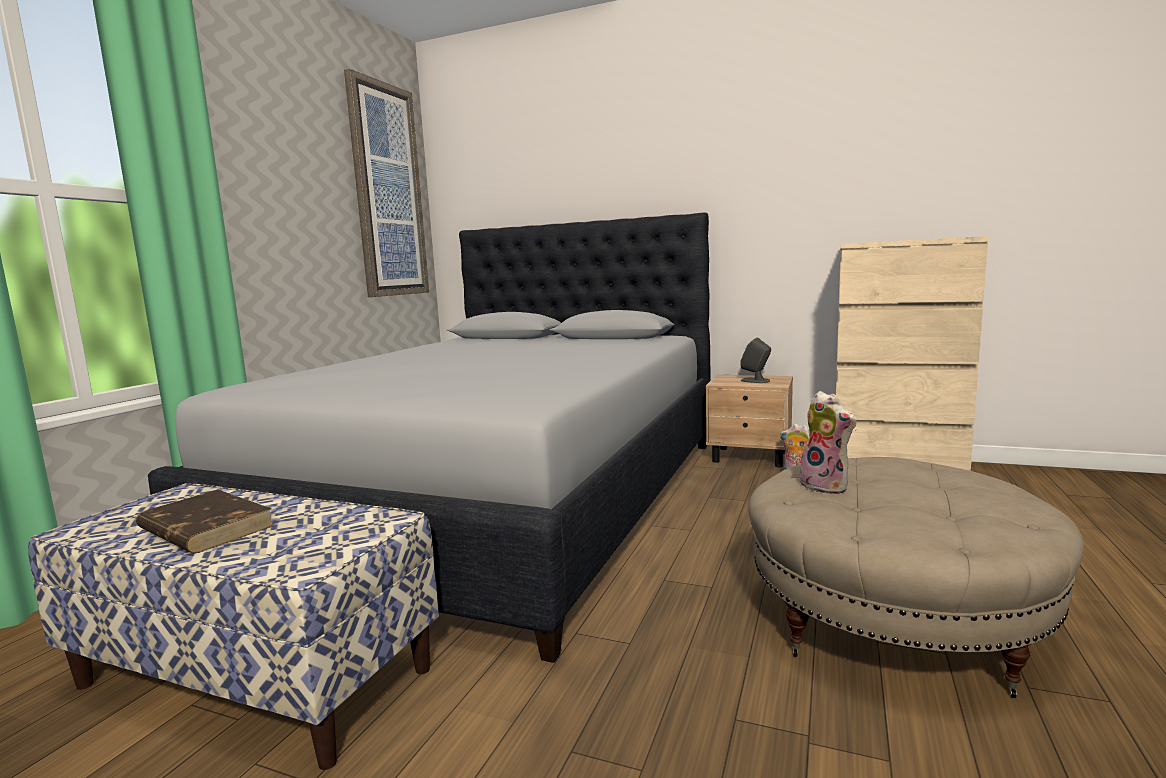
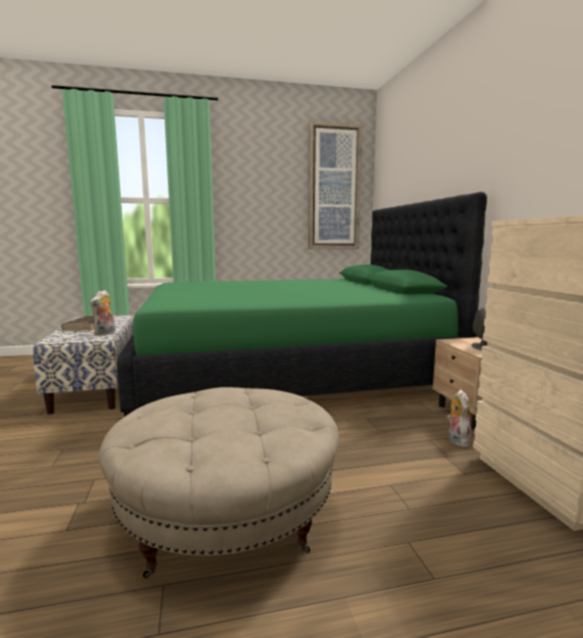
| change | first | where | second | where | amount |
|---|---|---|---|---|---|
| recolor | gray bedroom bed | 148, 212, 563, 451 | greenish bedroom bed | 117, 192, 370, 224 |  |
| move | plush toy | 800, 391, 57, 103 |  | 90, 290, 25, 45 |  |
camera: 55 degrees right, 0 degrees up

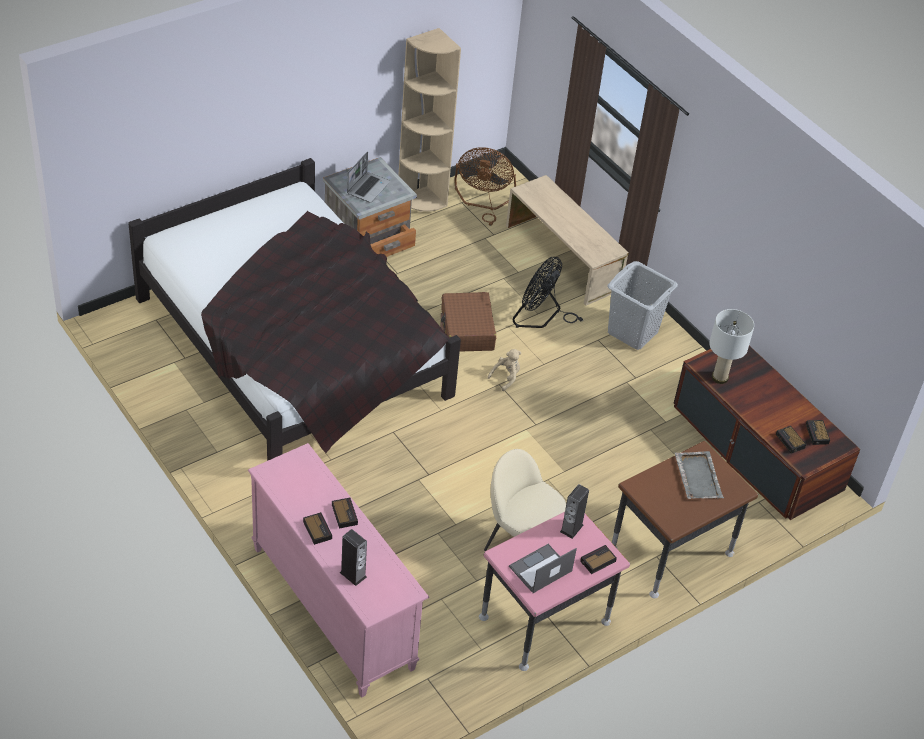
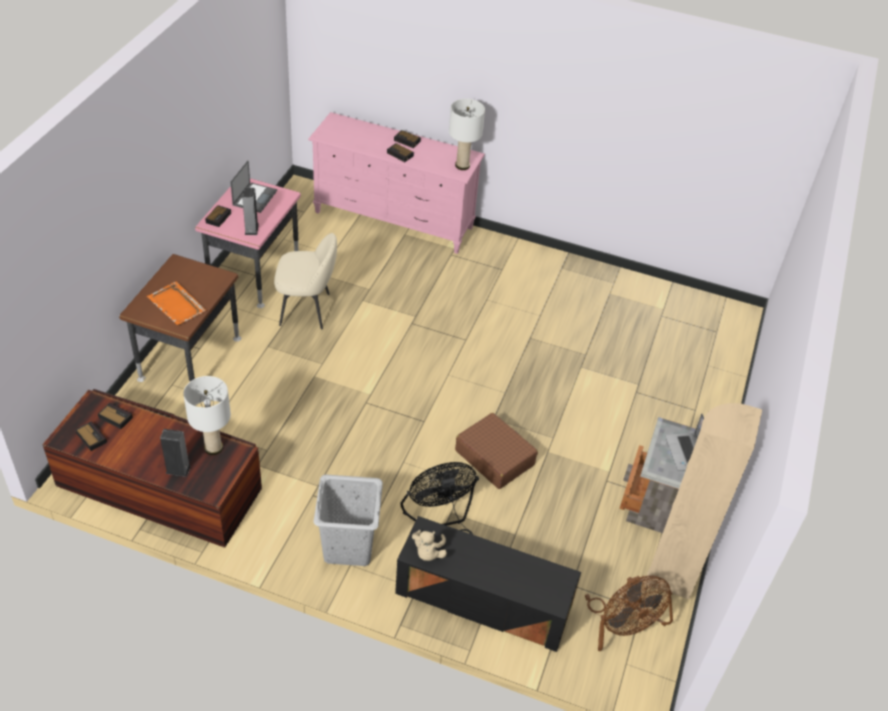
| change | first | where | second | where | amount |
|---|---|---|---|---|---|
| delete | blackish bedroom bed | 128, 158, 333, 303 |  |  |  |
| move | audio speaker | 339, 529, 28, 57 |  | 160, 429, 31, 48 |  |
| move | beige-coloured plush toy | 487, 349, 34, 42 |  | 412, 530, 35, 31 |  |
| recolor | beige-coloured indoor bench | 506, 175, 123, 130 | blackish indoor bench | 395, 516, 186, 136 |  |
| rotate | blackish cooling fan | 513, 257, 70, 71 |  | 400, 462, 79, 73 | 105 degrees counterclockwise |
| recolor | gray carrying tray | 675, 451, 49, 48 | orange carrying tray | 147, 281, 59, 44 |  |
| insert |  |  | whitish lamp for a table | 449, 99, 36, 71 |  |
camera: 145 degrees right, 0 degrees up

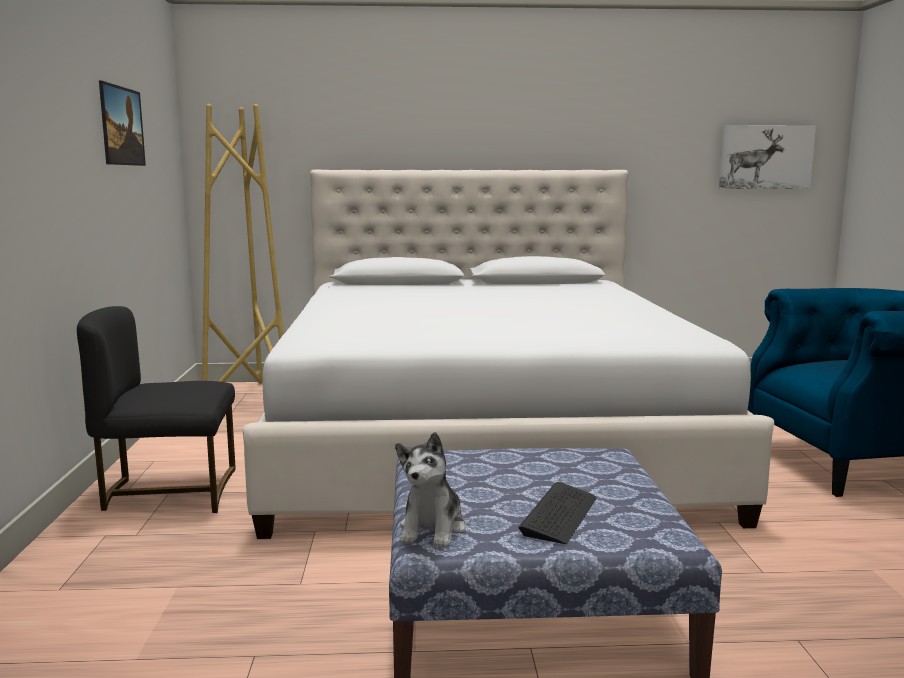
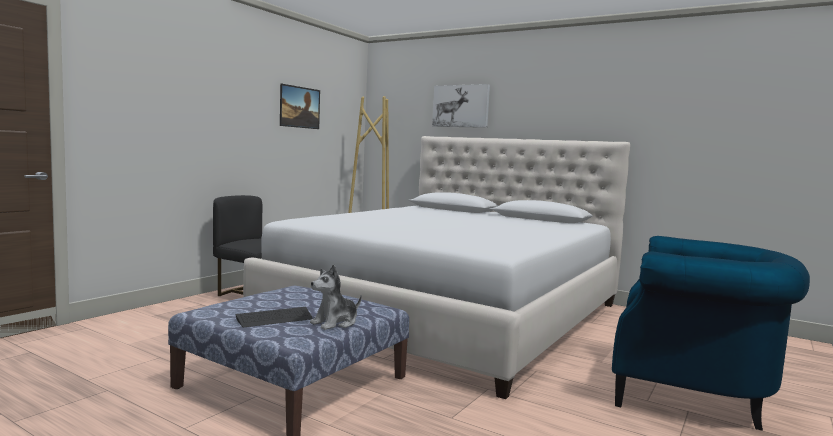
| change | first | where | second | where | amount |
|---|---|---|---|---|---|
| move | plush toy | 395, 432, 71, 116 |  | 310, 264, 52, 66 |  |
| move | picture | 719, 125, 97, 64 |  | 432, 84, 58, 44 |  |
camera: 35 degrees right, 5 degrees down

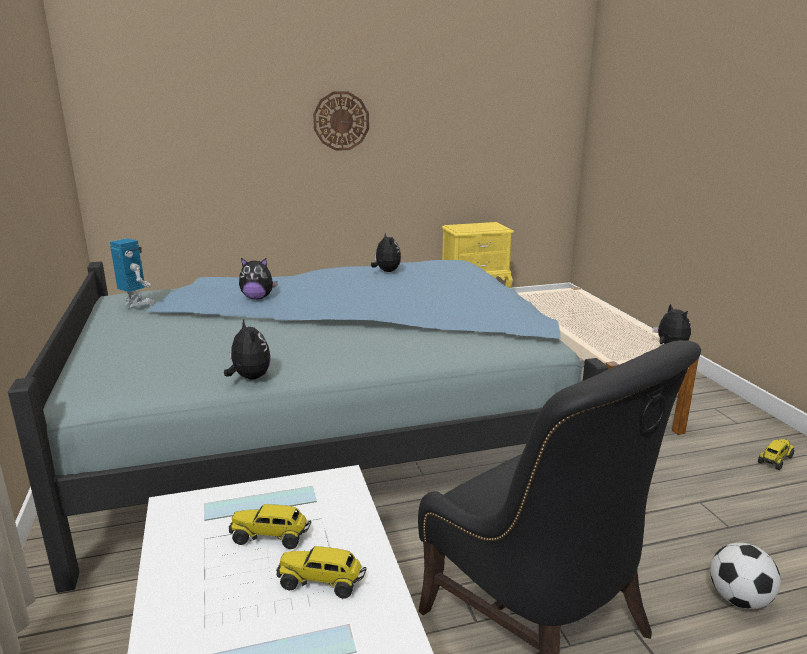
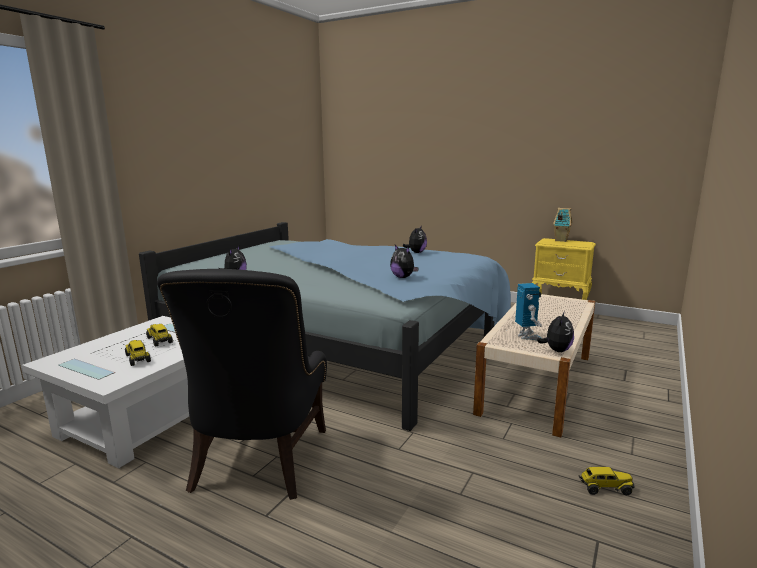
| change | first | where | second | where | amount |
|---|---|---|---|---|---|
| move | model robot | 110, 238, 45, 69 |  | 515, 283, 27, 57 |  |
| move | plush toy | 239, 258, 39, 41 |  | 390, 245, 29, 33 |  |
| delete | hanging clock | 313, 91, 56, 60 |  |  |  |
| delete | football ball | 710, 543, 71, 66 |  |  |  |
| insert |  |  | toy house | 553, 208, 19, 34 |  |
camera: 45 degrees right, 5 degrees down

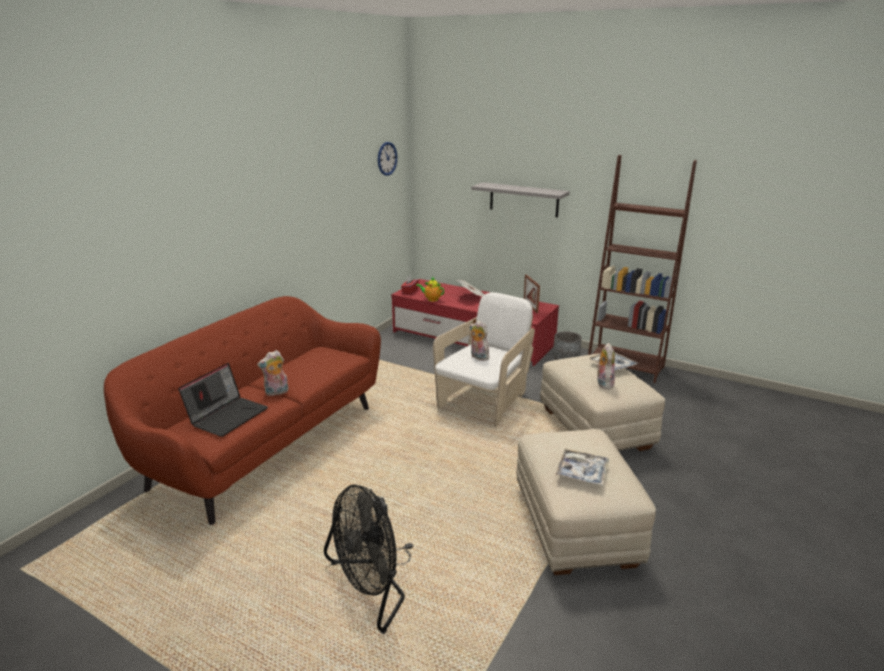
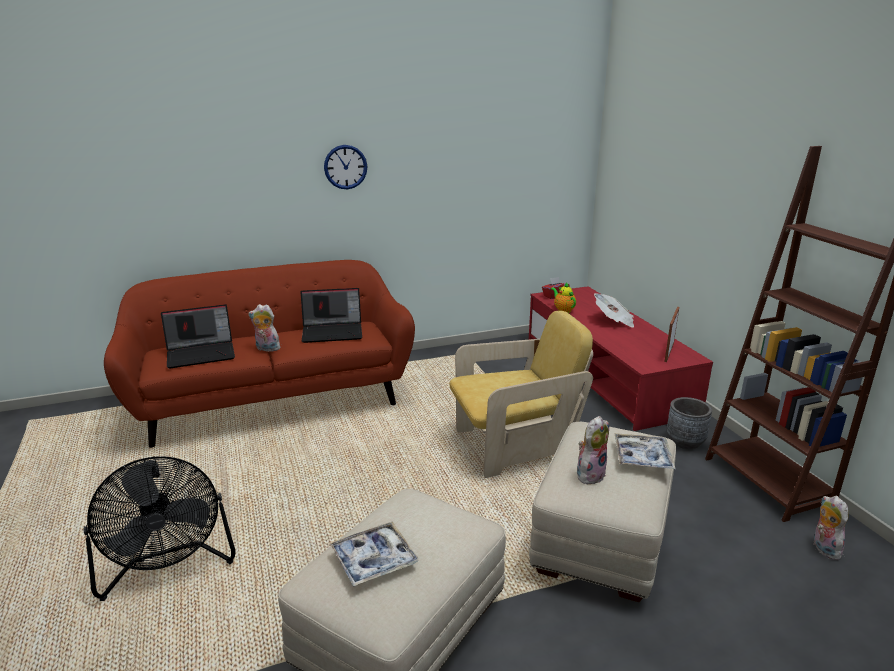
| change | first | where | second | where | amount |
|---|---|---|---|---|---|
| rotate | blackish cooling fan | 324, 485, 90, 149 |  | 83, 456, 152, 145 | 120 degrees counterclockwise |
| move | hanging clock | 378, 142, 19, 34 |  | 324, 145, 43, 44 |  |
| recolor | whitish lounge chair | 433, 292, 102, 135 | yellowish lounge chair | 450, 311, 143, 167 |  |
| move | plush toy | 470, 320, 19, 41 |  | 813, 496, 36, 64 |  |
| delete | gray bracket shelf | 471, 182, 99, 36 |  |  |  |
| insert |  |  | notebook computer | 300, 288, 62, 55 |  |
camera: 40 degrees right, 0 degrees up

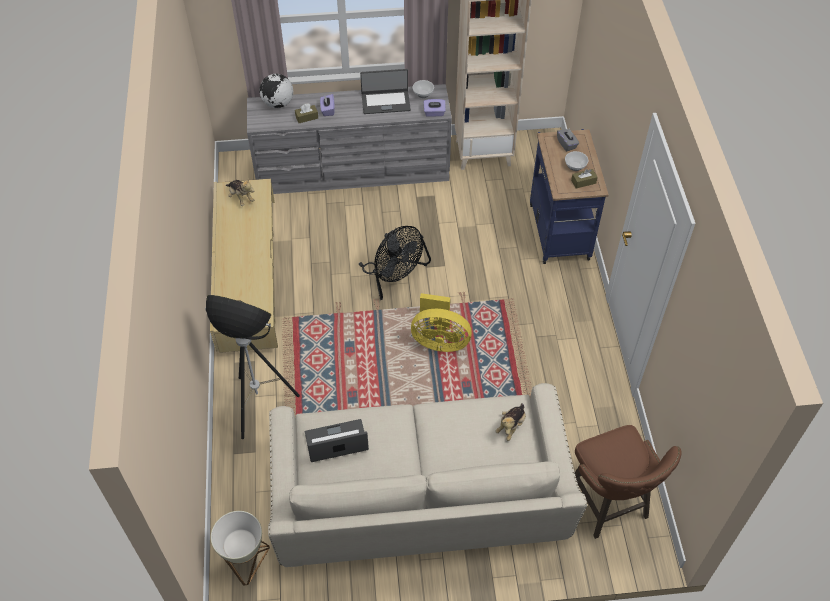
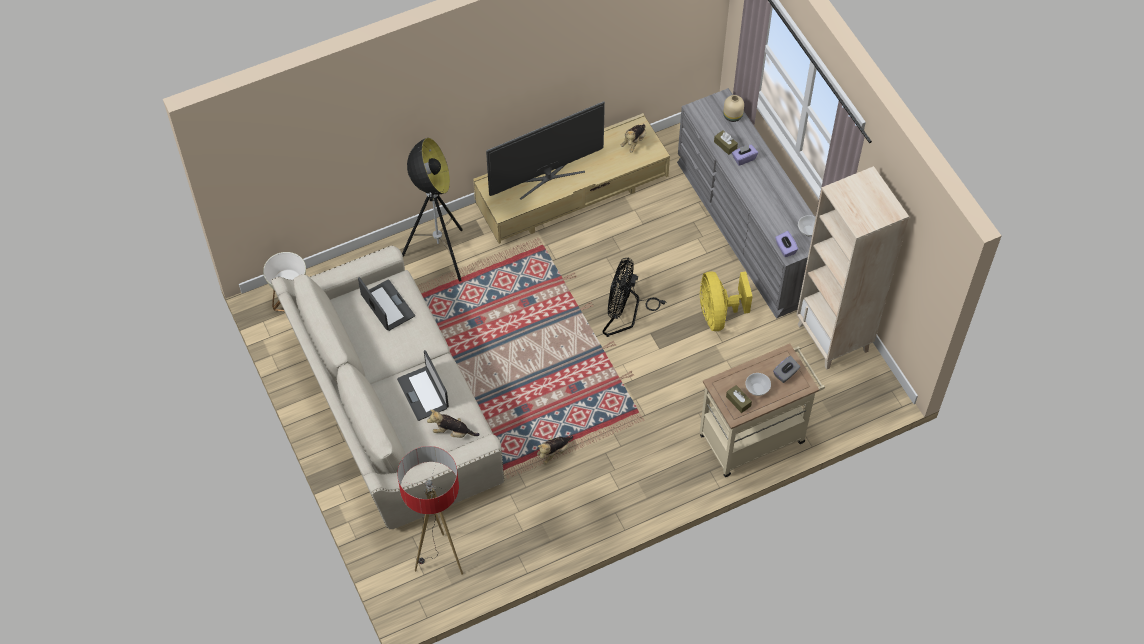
| change | first | where | second | where | amount |
|---|---|---|---|---|---|
| replace | world globe | 259, 74, 34, 34 | beige-coloured flower vase | 723, 95, 21, 27 |  |
| rotate | blackish cooling fan | 359, 226, 72, 74 |  | 603, 257, 63, 80 | 75 degrees clockwise |
| move | notebook computer | 360, 69, 51, 45 |  | 397, 350, 52, 71 |  |
| move | yellowish cooling fan | 411, 293, 61, 59 |  | 700, 271, 53, 60 |  |
| recolor | bluish trolley | 530, 129, 79, 135 | beige-coloured trolley | 700, 344, 125, 133 |  |
| replace | brown-coloured stool seat | 575, 425, 107, 114 | standard lamp | 397, 446, 66, 129 |  |
| insert |  |  | TV | 486, 101, 119, 99 |  |
| insert |  |  | plush toy | 537, 435, 36, 30 |  |
camera: 70 degrees right, 5 degrees up

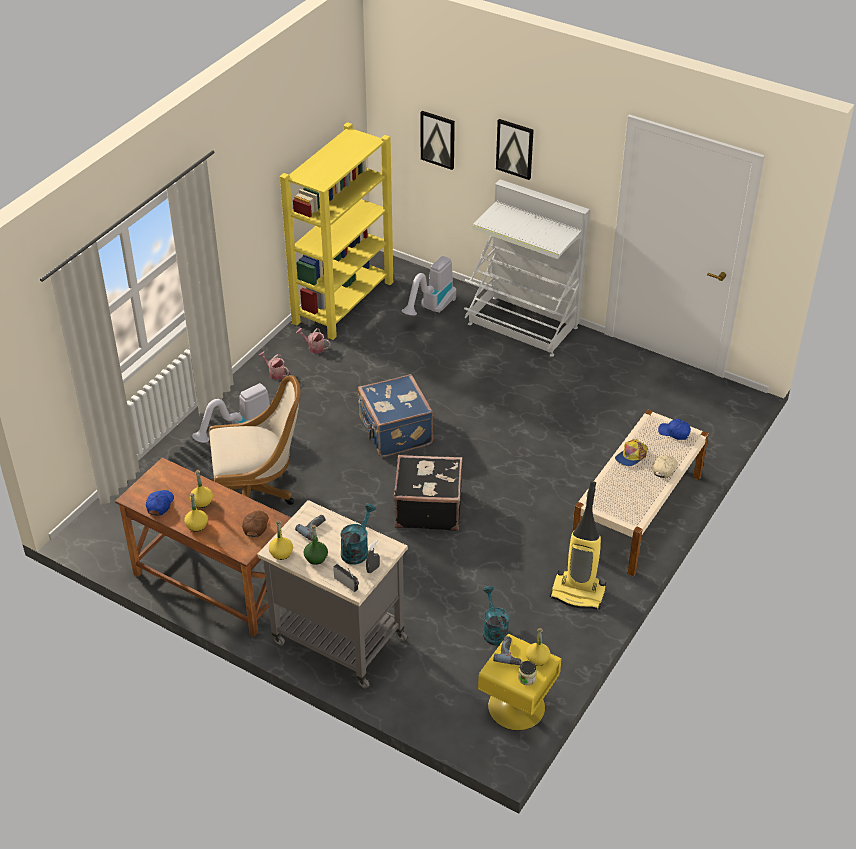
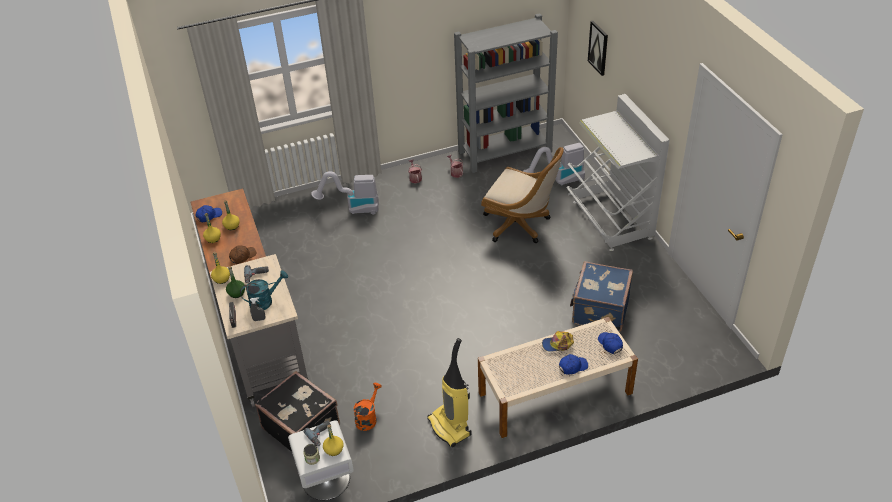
| change | first | where | second | where | amount |
|---|---|---|---|---|---|
| move | computer chair | 209, 375, 92, 130 |  | 481, 147, 83, 96 |  |
| recolor | yellowish bookshelf | 280, 122, 113, 218 | gray bookshelf | 454, 13, 104, 160 |  |
| move | bluish travel case | 358, 374, 75, 83 |  | 570, 261, 63, 71 |  |
| move | blackish travel case | 393, 455, 70, 76 |  | 255, 371, 85, 81 |  |
| recolor | yellowish night table | 478, 634, 84, 97 | whitish night table | 288, 420, 66, 80 |  |
| recolor | turquoise-coloured watering can | 483, 586, 26, 60 | orange watering can | 354, 382, 28, 49 |  |
| delete | picture | 496, 119, 38, 61 |  |  |  |
| recolor | beige-coloured cap | 652, 456, 26, 22 | bluish cap | 559, 354, 29, 20 |  |
camera: 40 degrees right, 0 degrees up

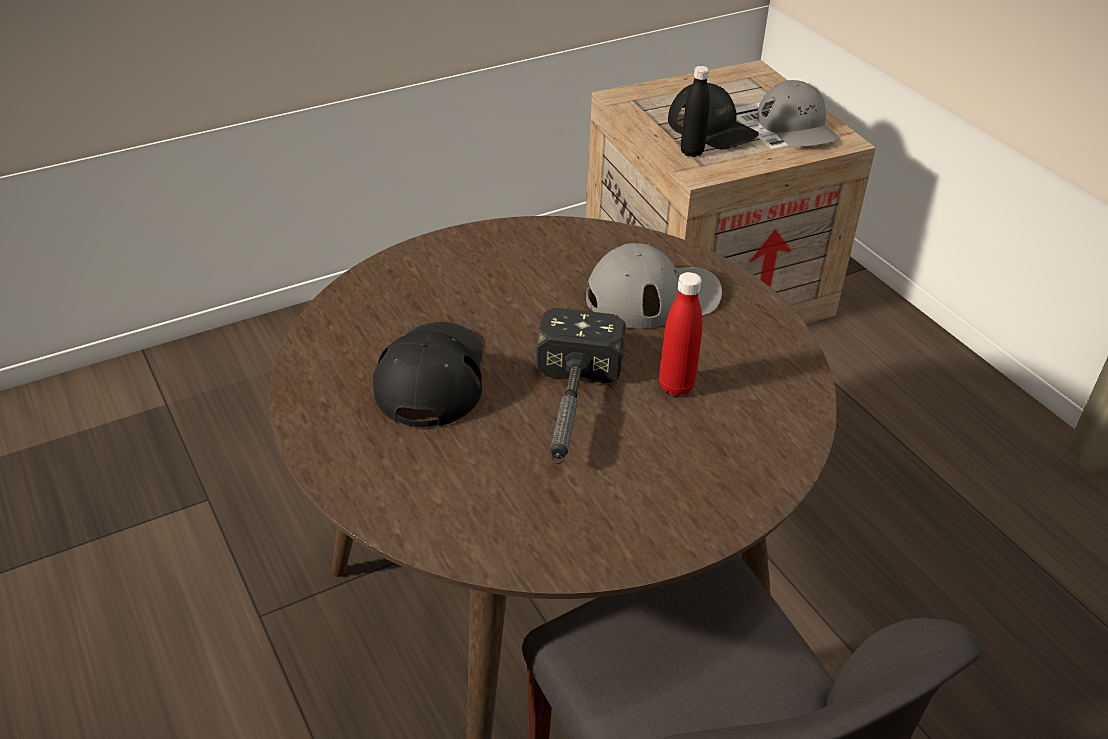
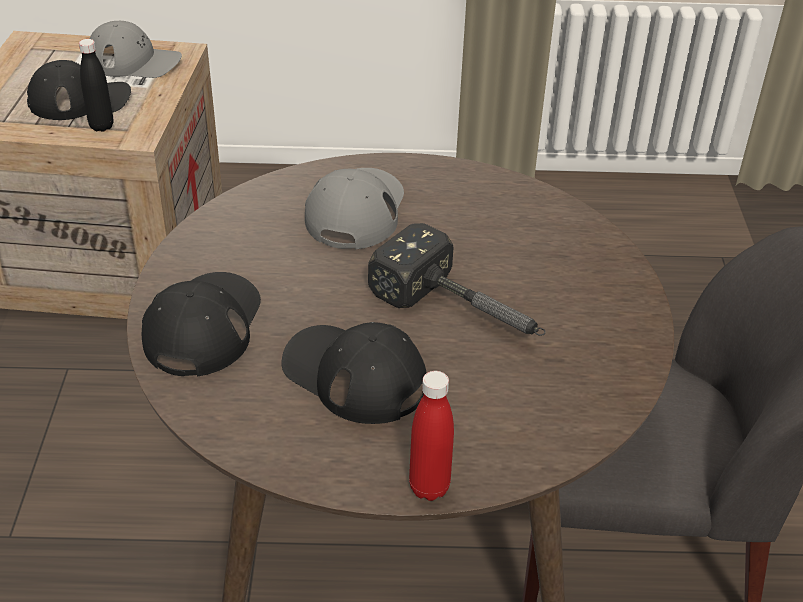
| change | first | where | second | where | amount |
|---|---|---|---|---|---|
| move | red-coloured drink bottle | 659, 272, 43, 125 |  | 409, 371, 45, 130 |  |
| insert |  |  | blackish cap | 142, 272, 119, 105 |  |
camera: 60 degrees left, 0 degrees up

